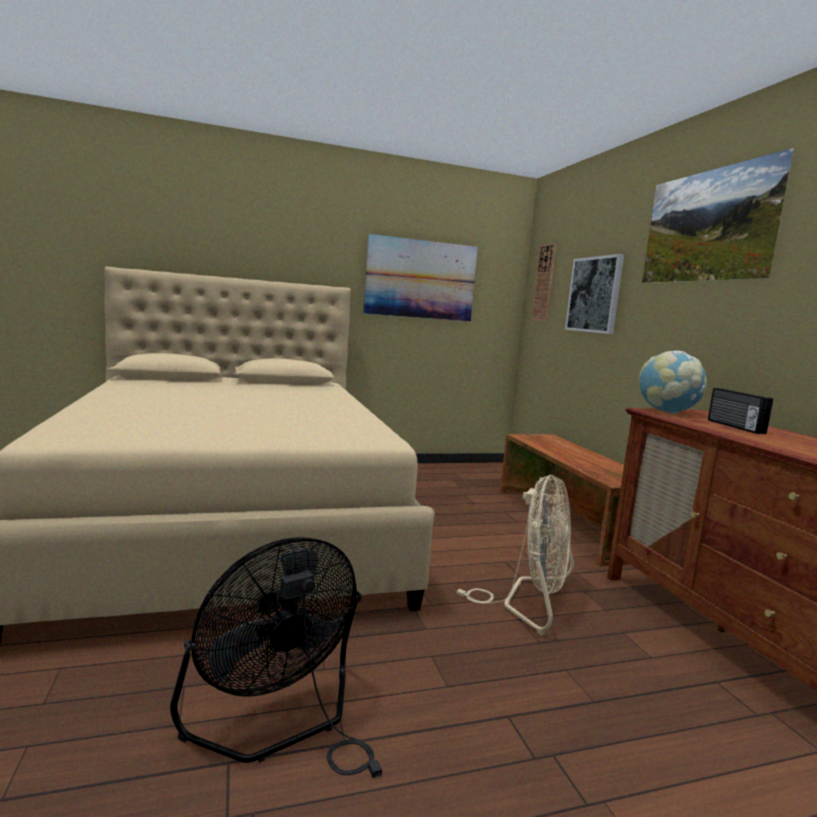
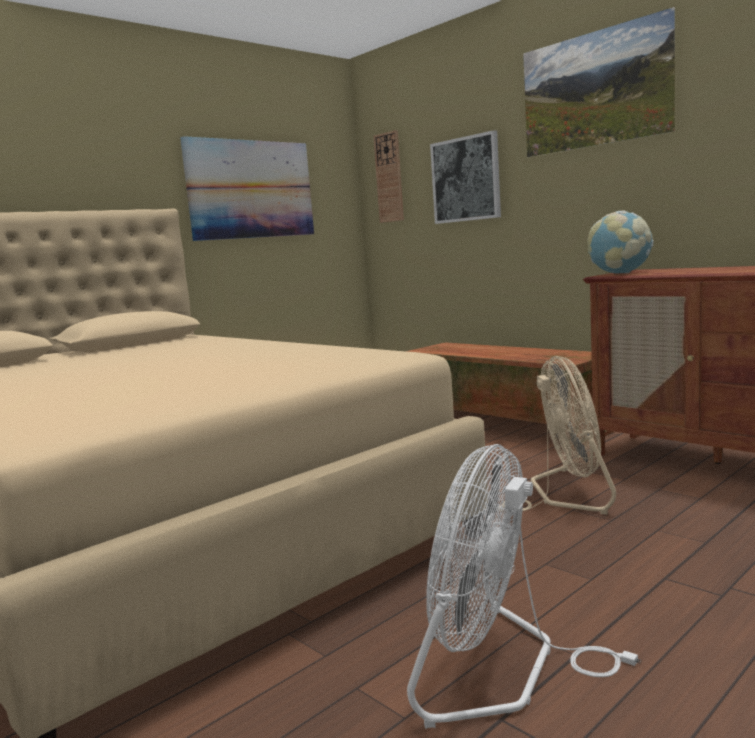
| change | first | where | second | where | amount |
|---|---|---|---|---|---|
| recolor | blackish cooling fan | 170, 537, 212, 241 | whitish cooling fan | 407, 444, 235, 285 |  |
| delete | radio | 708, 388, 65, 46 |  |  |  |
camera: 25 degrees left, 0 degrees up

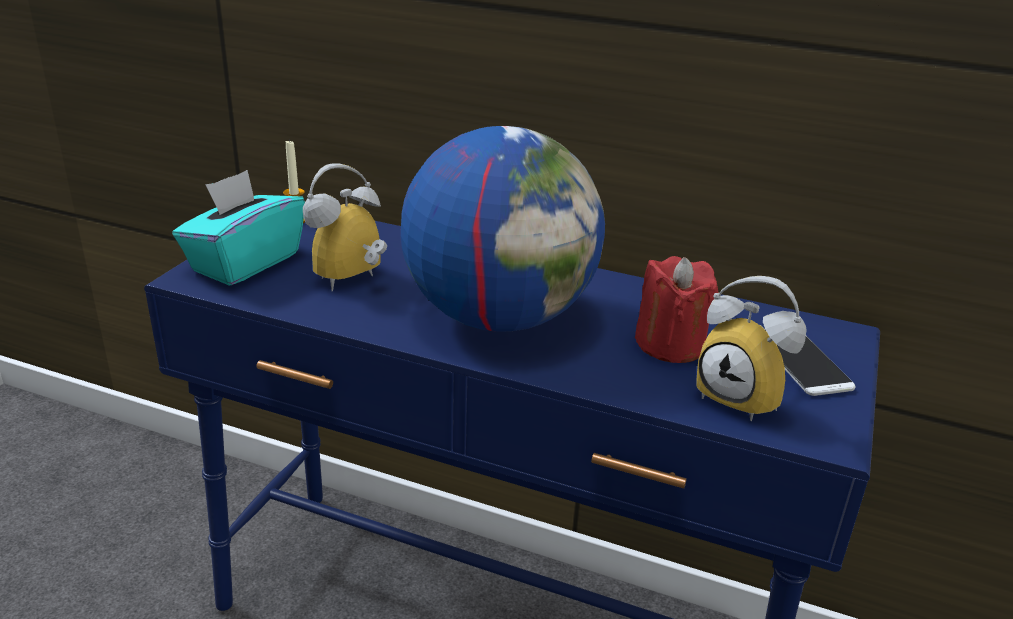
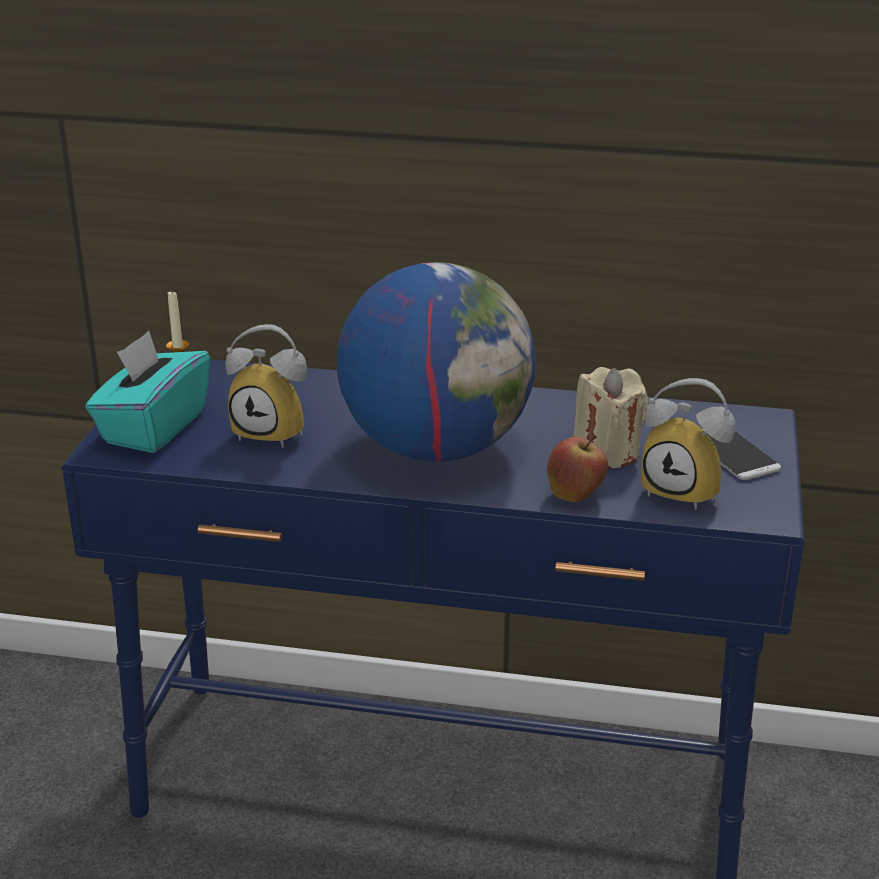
| change | first | where | second | where | amount |
|---|---|---|---|---|---|
| rotate | alarm clock | 303, 163, 84, 128 |  | 225, 324, 82, 124 | 105 degrees counterclockwise |
| recolor | red-coloured wax candle | 635, 256, 84, 107 | beige-coloured wax candle | 573, 367, 76, 101 |  |
| insert |  |  | apple | 547, 435, 61, 67 |  |
camera: 10 degrees left, 0 degrees up

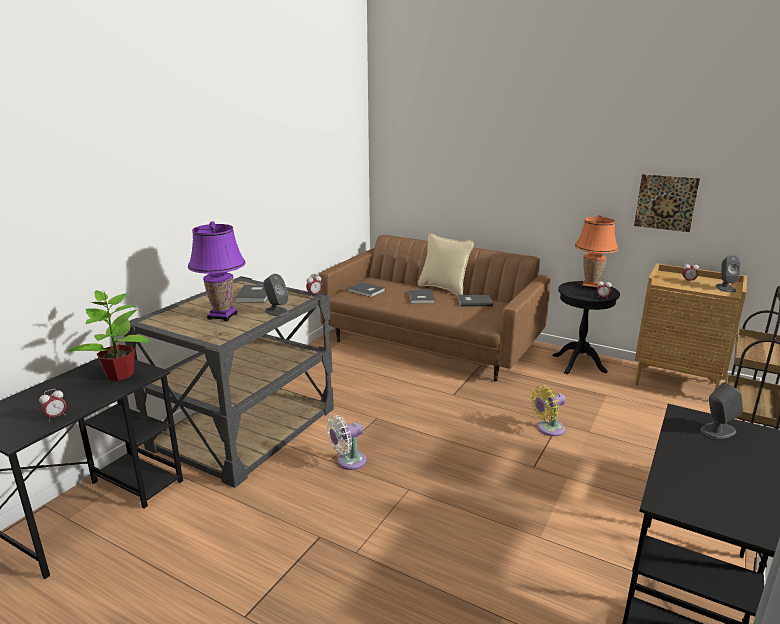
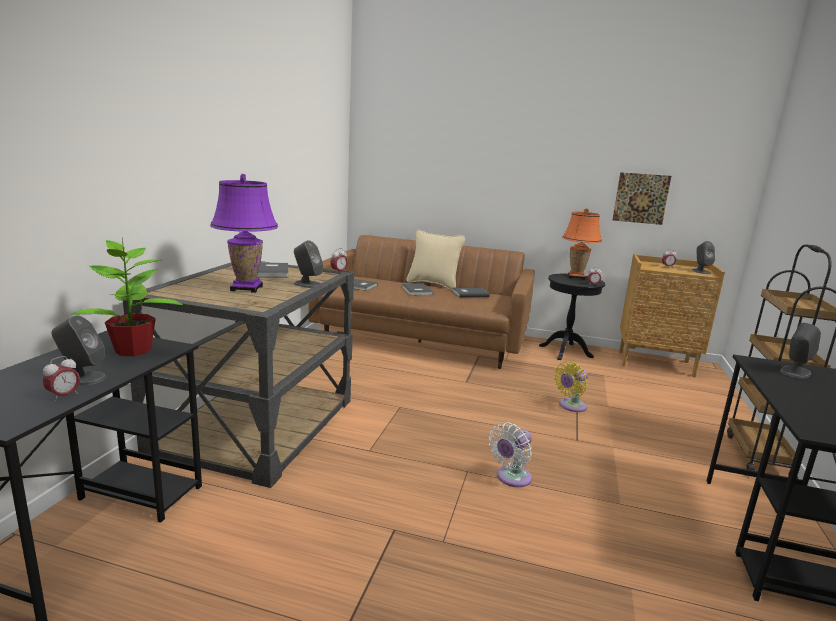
| change | first | where | second | where | amount |
|---|---|---|---|---|---|
| move | whitish cooling fan | 327, 415, 40, 55 |  | 489, 422, 43, 65 |  |
| insert |  |  | gray audio speaker | 51, 316, 56, 69 |  |
camera: 15 degrees left, 5 degrees down

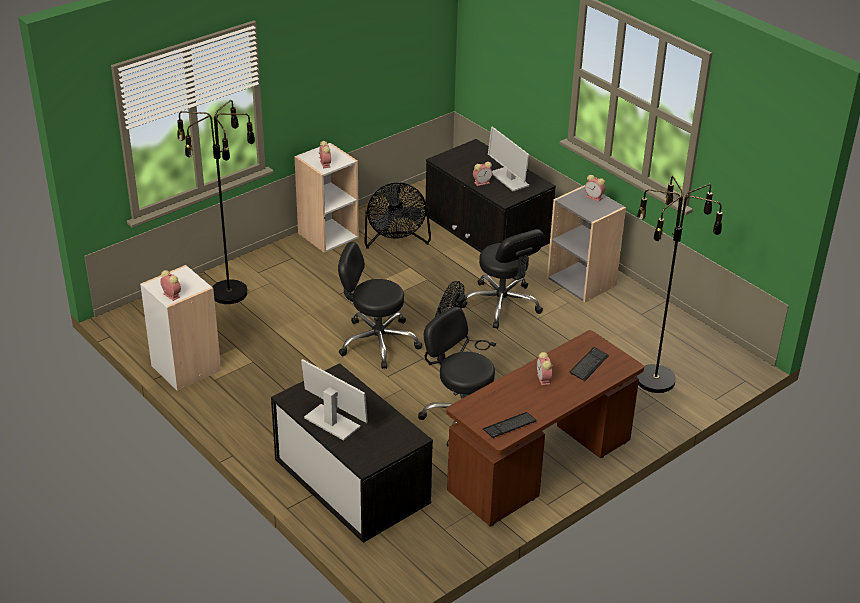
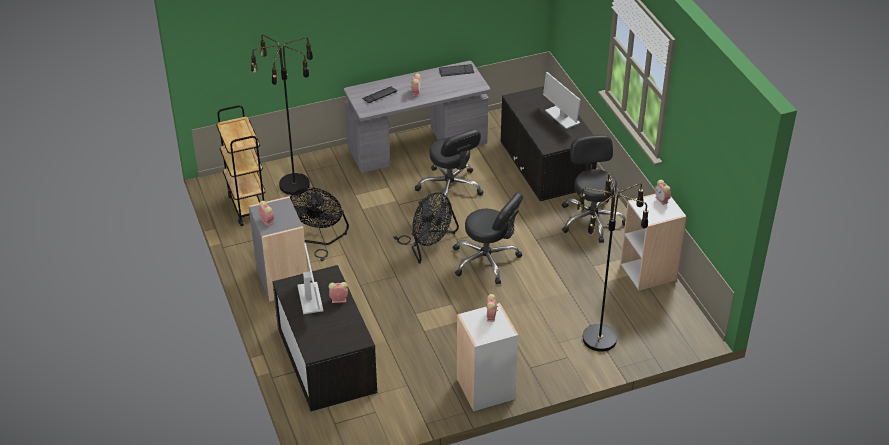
| change | first | where | second | where | amount |
|---|---|---|---|---|---|
| move | blackish cooling fan | 364, 183, 67, 66 |  | 290, 187, 59, 74 |  |
| recolor | brown-coloured desk | 446, 330, 198, 196 | gray desk | 344, 61, 146, 112 |  |
| move | blackish computer chair | 462, 229, 82, 100 |  | 562, 135, 64, 108 |  |
| insert |  |  | brown-coloured trolley | 216, 105, 50, 121 |  |
camera: 160 degrees left, 5 degrees up

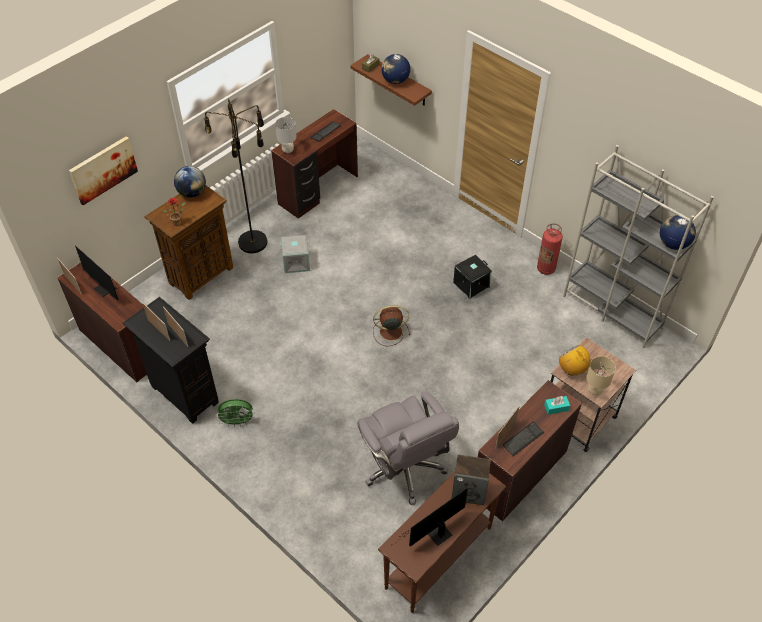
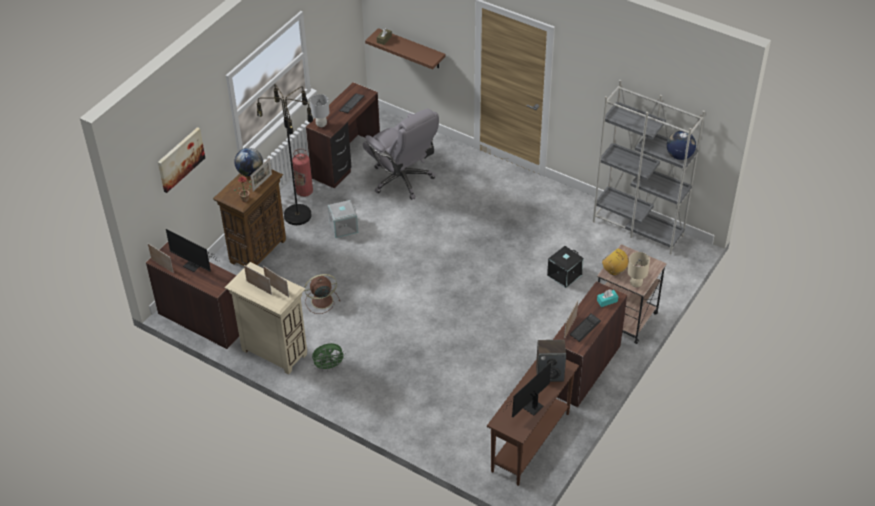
| change | first | where | second | where | amount |
|---|---|---|---|---|---|
| recolor | blackish cupboard | 122, 297, 96, 127 | beige-coloured cupboard | 225, 262, 82, 112 |  |
| move | gray computer chair | 357, 391, 102, 114 |  | 363, 109, 76, 91 |  |
| move | brown-coloured cooling fan | 373, 305, 37, 41 |  | 304, 274, 36, 40 |  |
| delete | world globe | 381, 54, 29, 30 |  |  |  |
| move | blackish storage container | 453, 255, 39, 44 |  | 547, 246, 37, 42 |  |
| move | fire extinguisher | 537, 223, 26, 52 |  | 292, 148, 21, 49 |  |
| insert |  |  | picture frame | 250, 158, 22, 33 |  |
camera: 10 degrees left, 5 degrees down

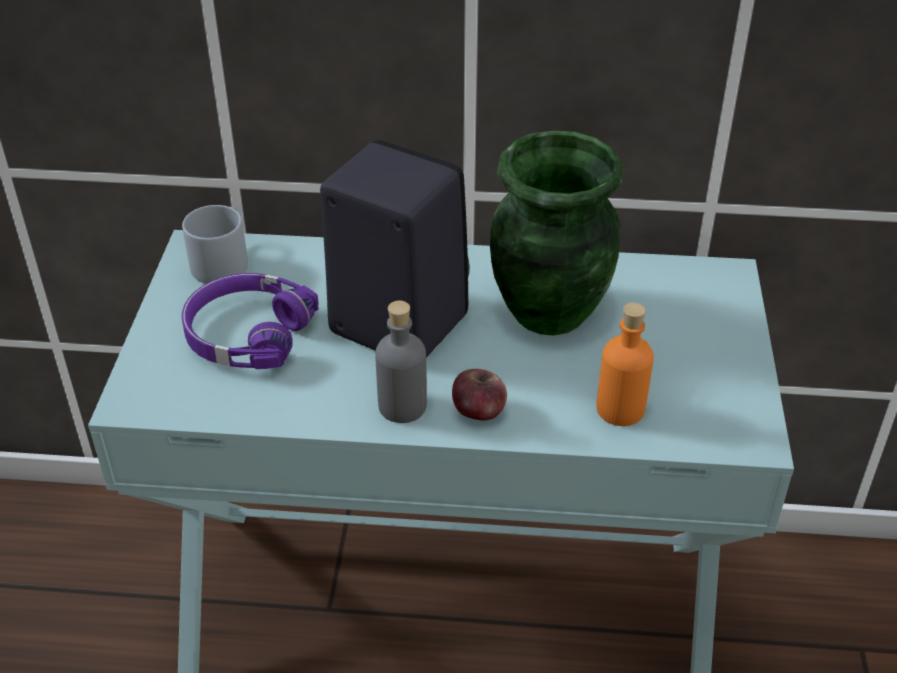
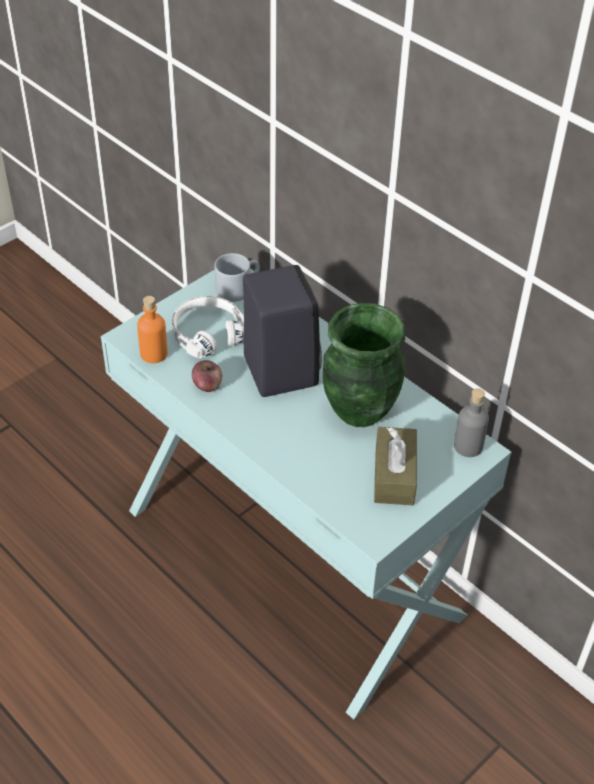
| change | first | where | second | where | amount |
|---|---|---|---|---|---|
| recolor | purple-coloured pair of headphones | 182, 273, 137, 96 | whitish pair of headphones | 172, 296, 72, 62 |  |
| move | gray drink bottle | 375, 301, 52, 122 |  | 454, 388, 35, 69 |  |
| move | apple | 452, 369, 55, 52 |  | 192, 360, 30, 32 |  |
| move | orange drink bottle | 596, 303, 58, 123 |  | 137, 296, 30, 67 |  |
| insert |  |  | brown-coloured box of tissues | 374, 427, 43, 78 |  |
camera: 40 degrees right, 5 degrees up

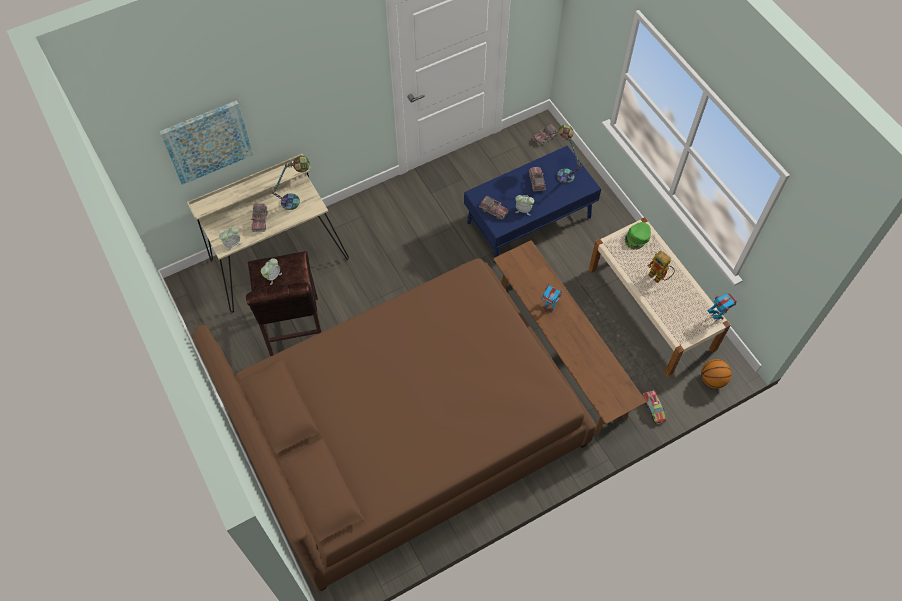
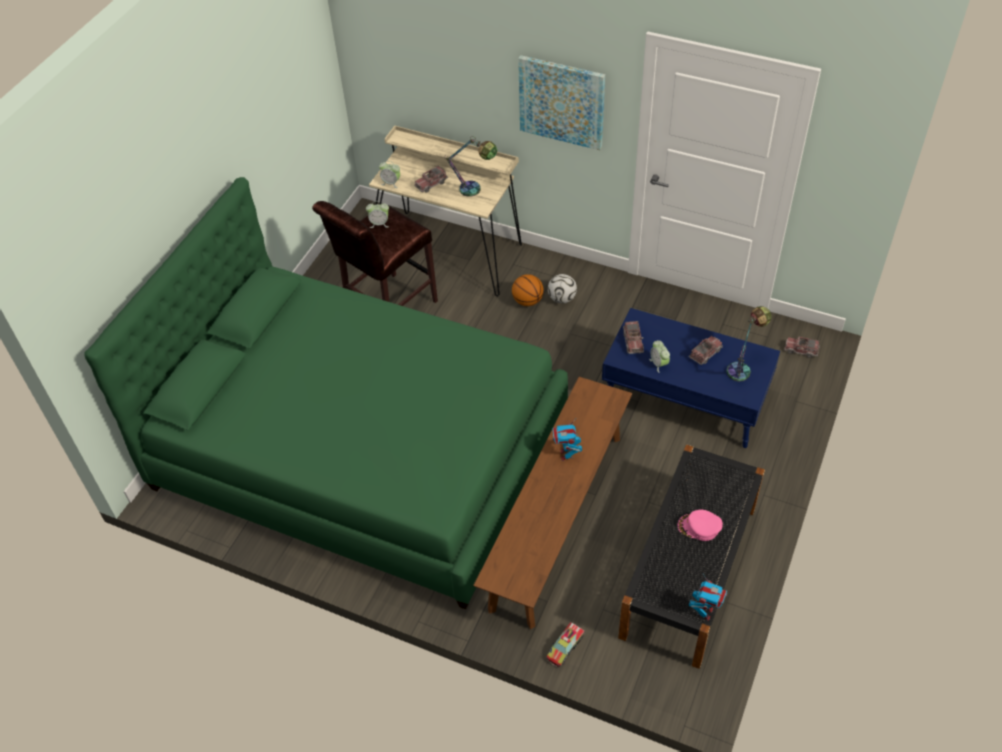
| change | first | where | second | where | amount |
|---|---|---|---|---|---|
| move | picture | 159, 100, 94, 85 |  | 518, 55, 87, 95 |  |
| recolor | brown-coloured bedroom bed | 194, 258, 402, 333 | greenish bedroom bed | 84, 177, 484, 432 |  |
| recolor | beige-coloured indoor bench | 589, 217, 142, 159 | blackish indoor bench | 618, 444, 147, 225 |  |
| delete | greenish cap | 625, 222, 26, 28 |  |  |  |
| replace | model robot | 647, 251, 28, 32 | pink cap | 678, 510, 45, 31 |  |
| move | basketball ball | 701, 359, 31, 29 |  | 512, 274, 32, 32 |  |
| insert |  |  | football ball | 548, 274, 29, 29 |  |
camera: 55 degrees right, 10 degrees down

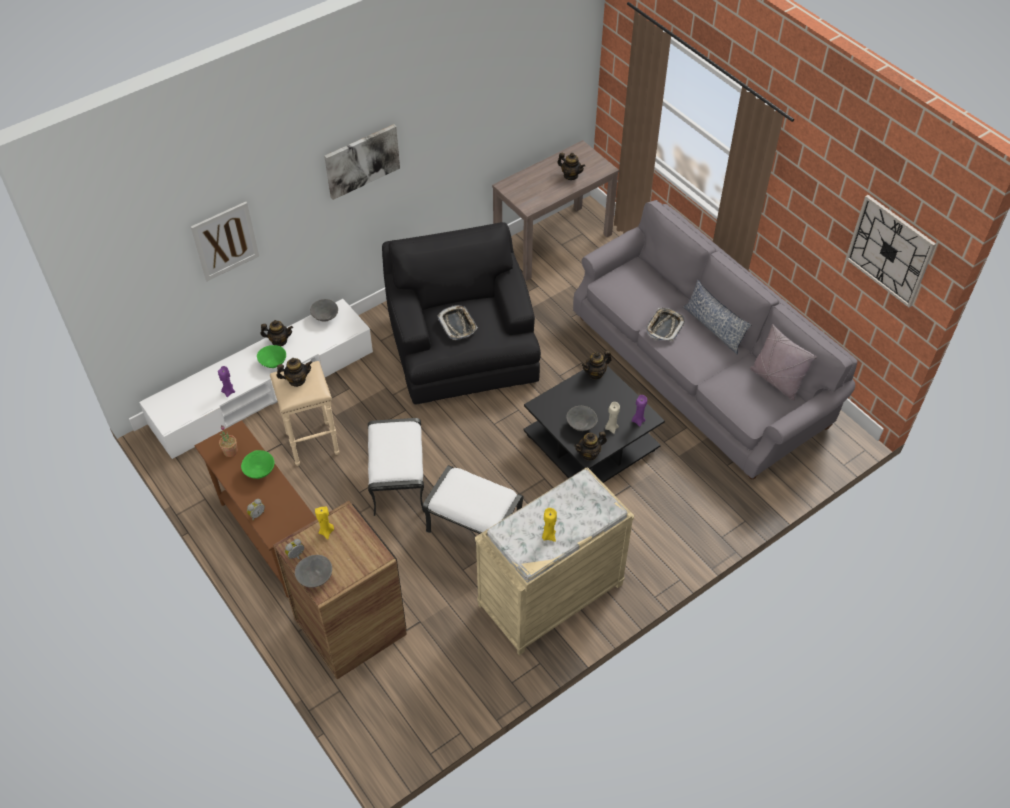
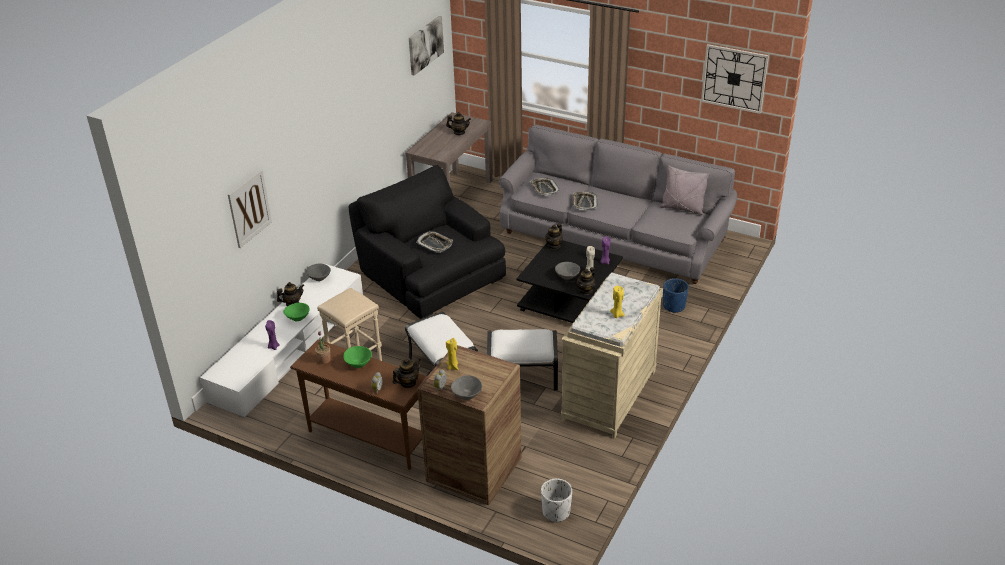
| change | first | where | second | where | amount |
|---|---|---|---|---|---|
| move | tea pot | 276, 358, 36, 29 |  | 393, 358, 28, 30 |  |
| move | picture | 324, 124, 76, 76 |  | 409, 16, 35, 60 |  |
| delete | pillow | 683, 280, 68, 74 |  |  |  |
| insert |  |  | carrying tray | 530, 178, 30, 18 |  |
| insert |  |  | whitish plant pot | 541, 479, 31, 43 |  |
| insert |  |  | bluish plant pot | 663, 278, 26, 35 |  |
camera: 25 degrees left, 15 degrees down

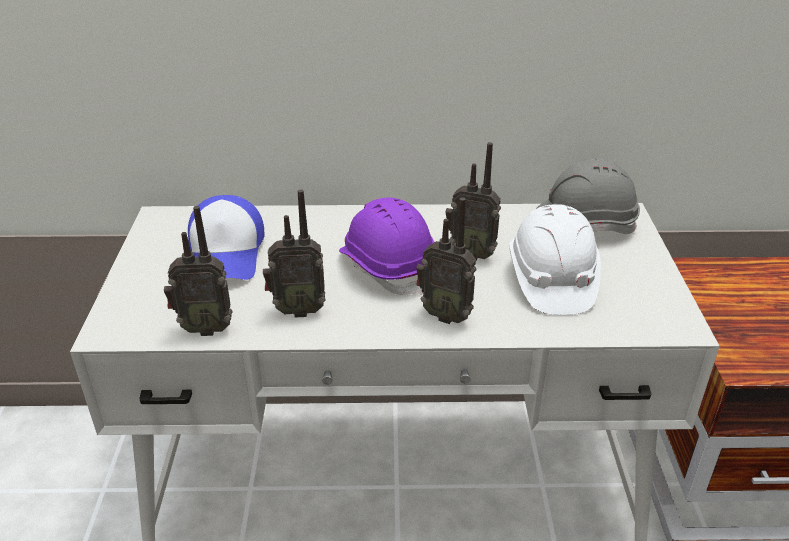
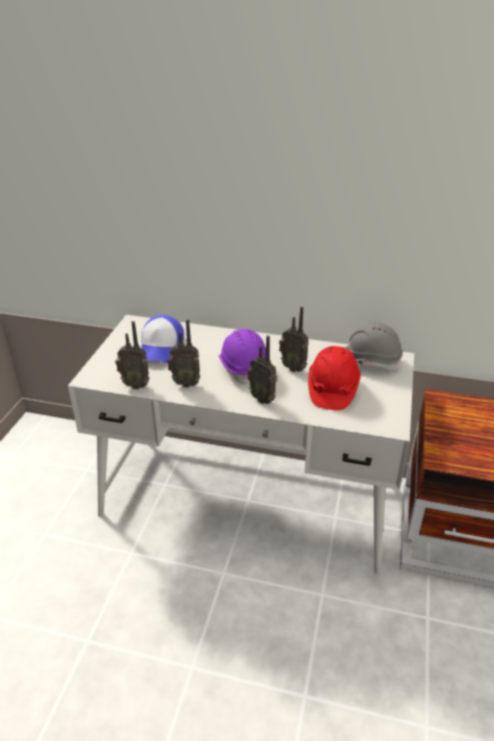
| change | first | where | second | where | amount |
|---|---|---|---|---|---|
| recolor | whitish hard hat | 510, 204, 91, 111 | red-coloured hard hat | 308, 346, 53, 64 |  |
camera: 15 degrees right, 0 degrees up

